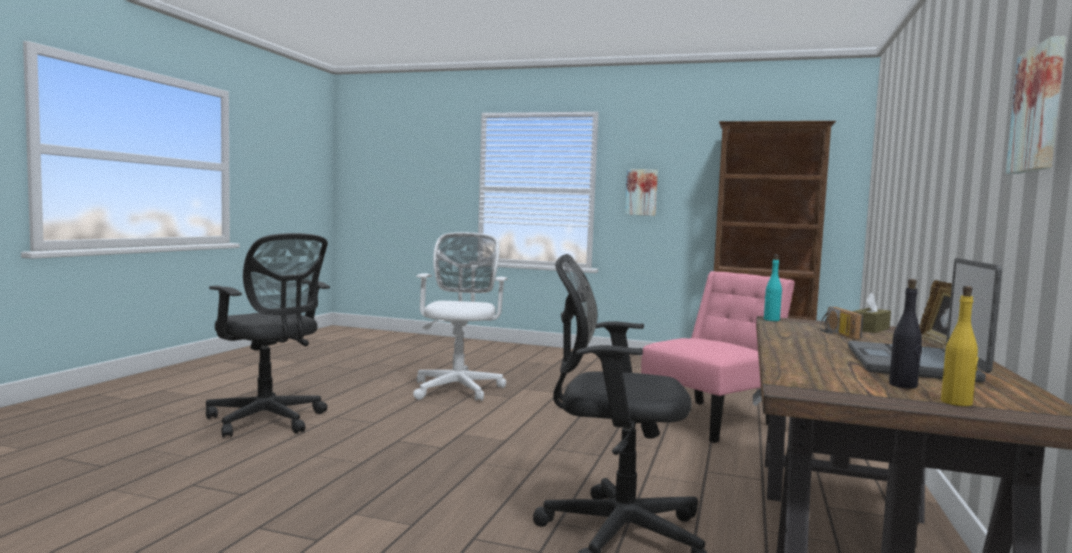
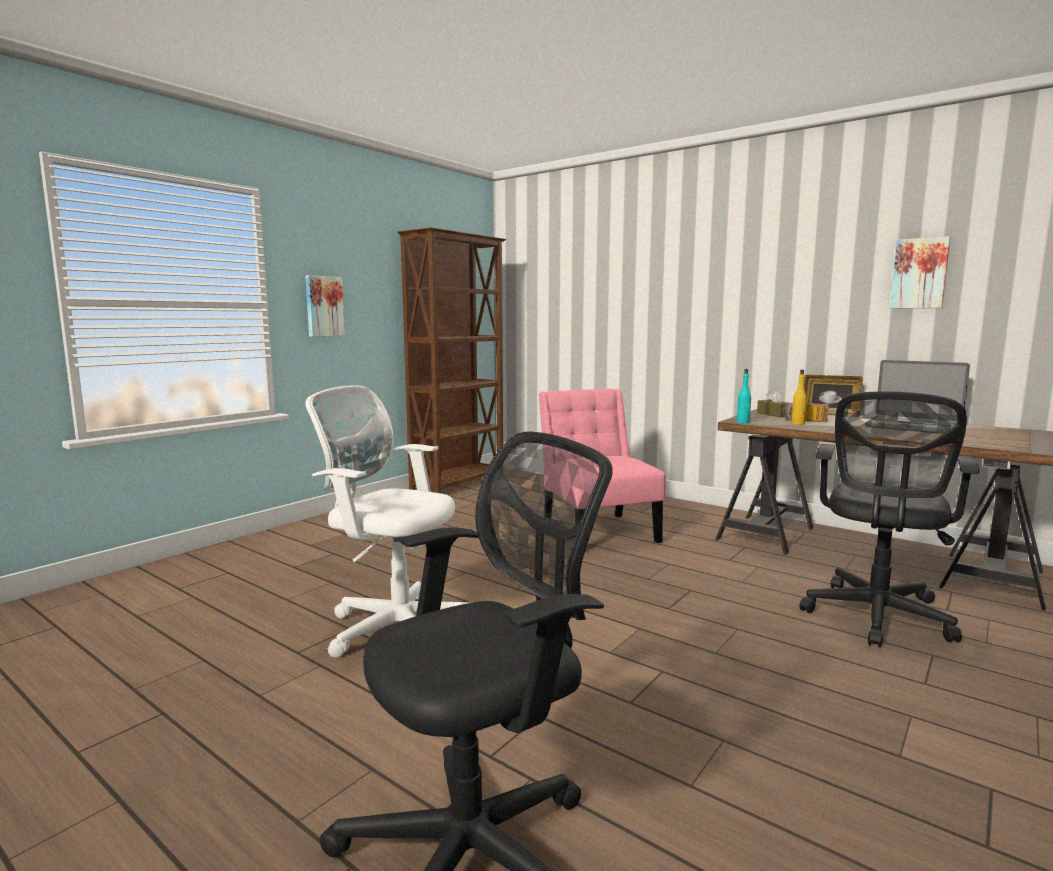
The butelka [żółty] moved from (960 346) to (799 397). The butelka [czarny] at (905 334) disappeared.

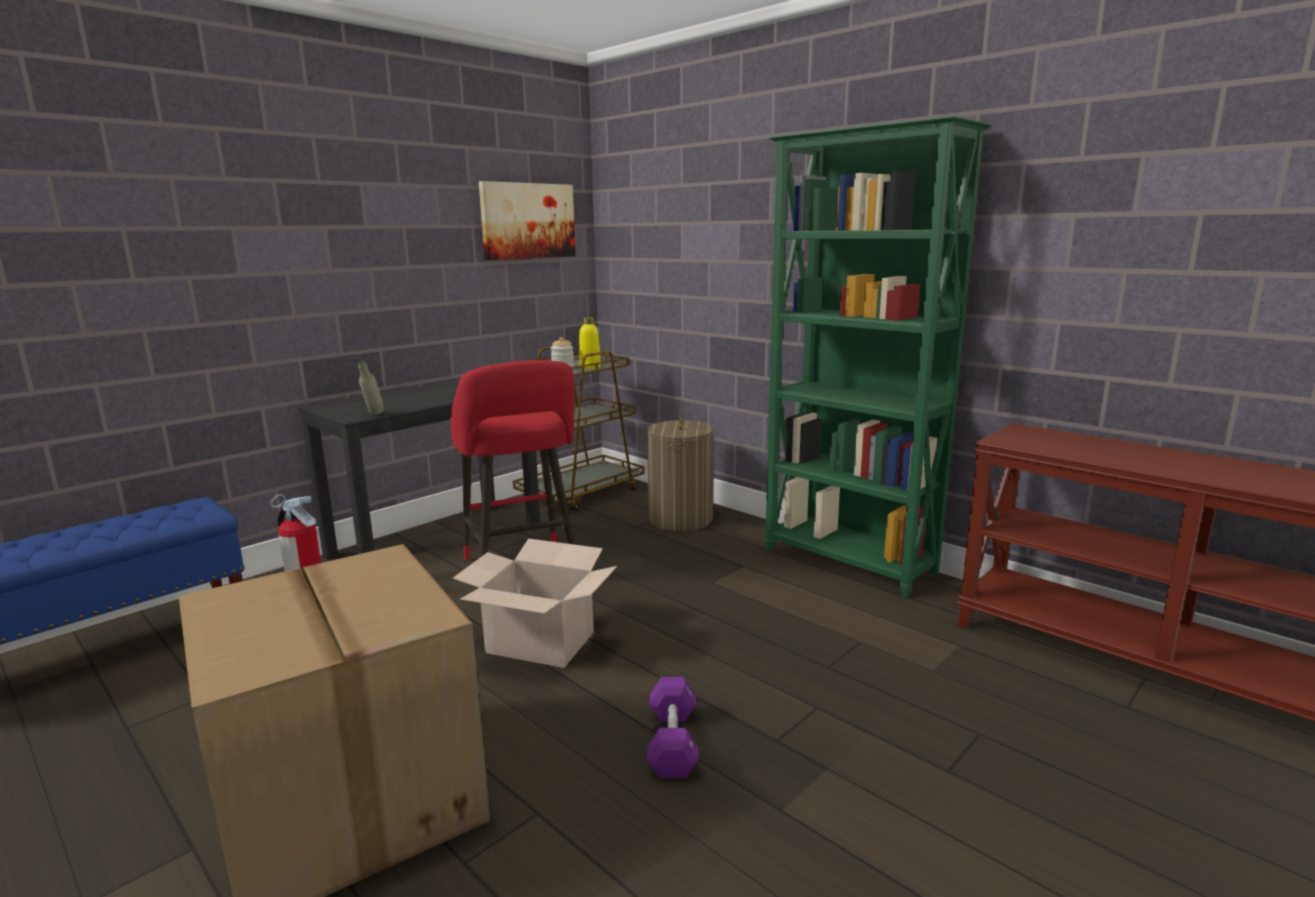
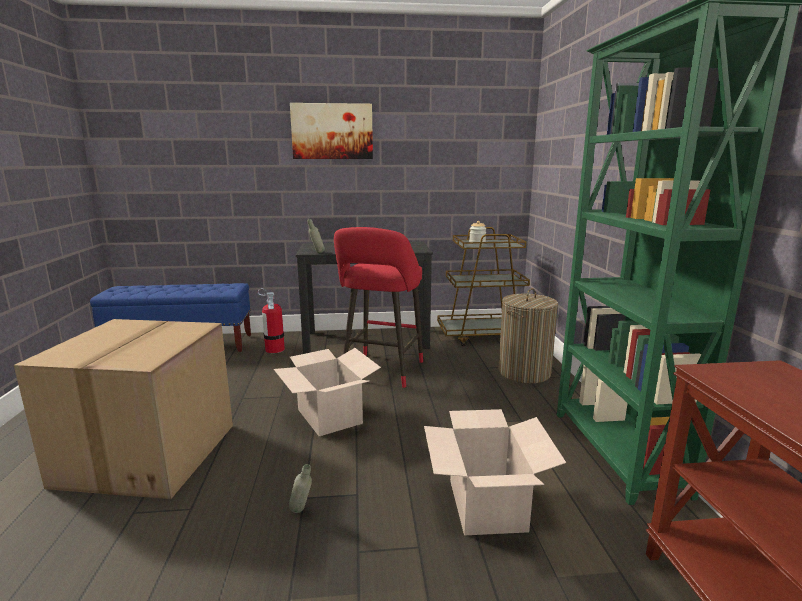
The hantel [fioletowy] at (673 727) was replaced by the butelka [szary] at (300 488). The obraz moved from (527 220) to (331 131). The karton at (495 472) appeared. The butelka [żółty] at (590 343) disappeared.

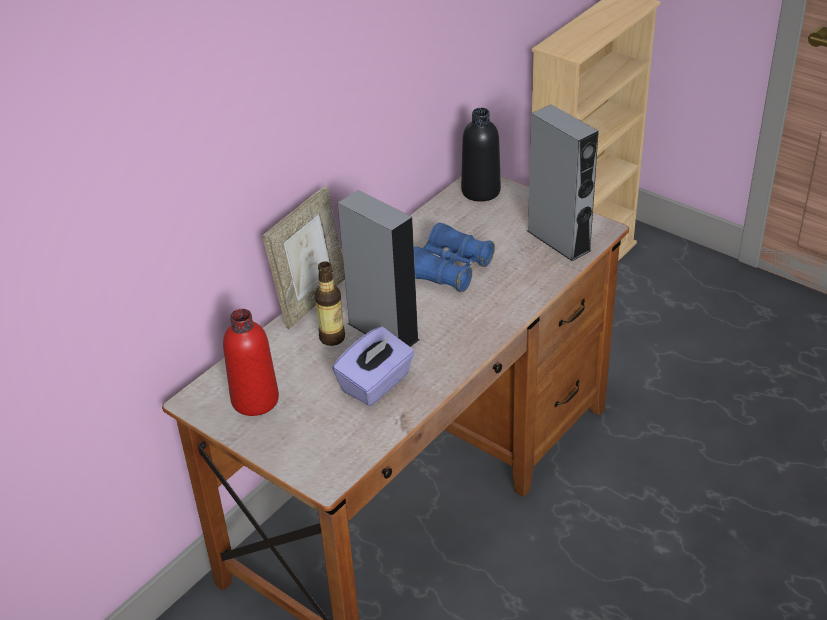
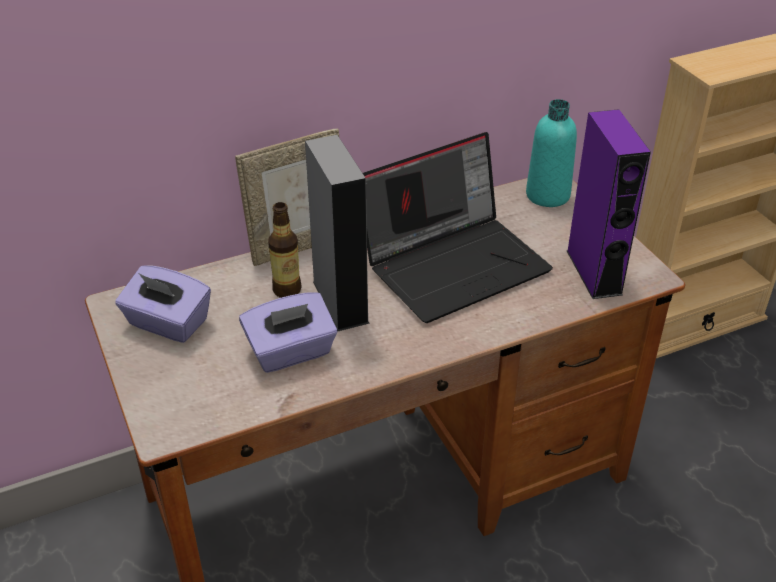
The butelka [czerwony] at (251 362) was replaced by the pudełko chusteczek [fioletowy] at (163 304). The lornetka [niebieski] at (454 257) was replaced by the laptop at (458 227). The butelka [czarny] at (481 155) became the butelka [turkusowy] at (551 153). The głośnik [szary] at (563 182) became the głośnik [fioletowy] at (609 204).

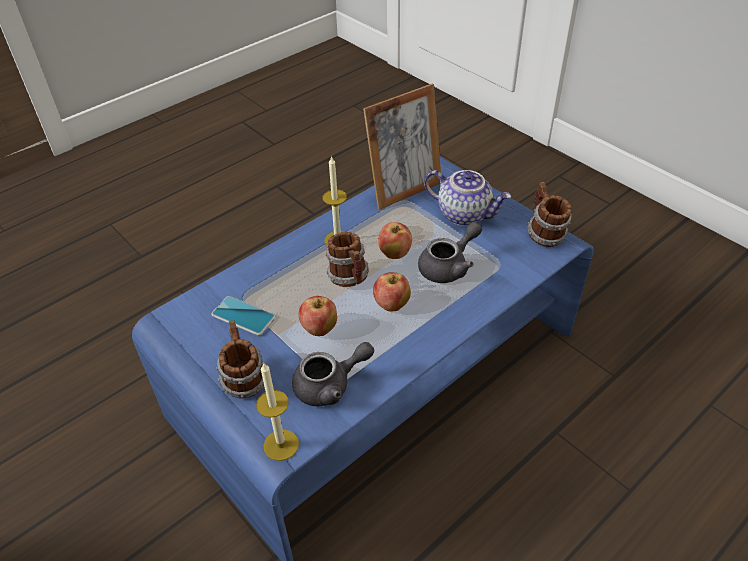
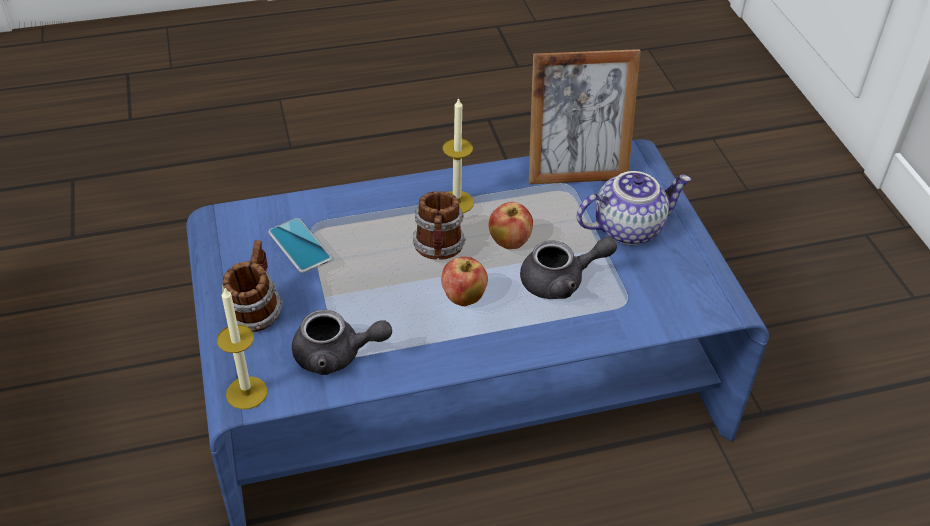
The imbryk at (467 198) turned 75 degrees counterclockwise. The jabłko at (318 316) disappeared. The kubek at (549 214) disappeared.

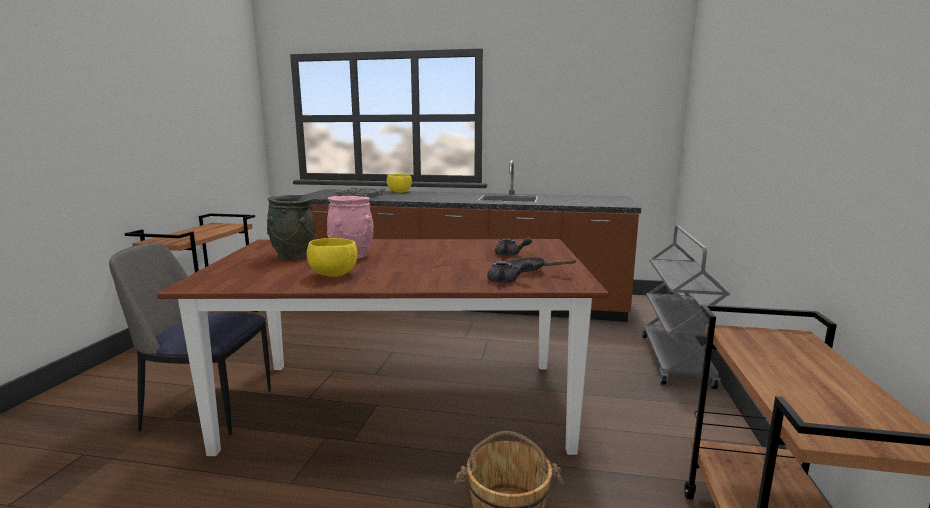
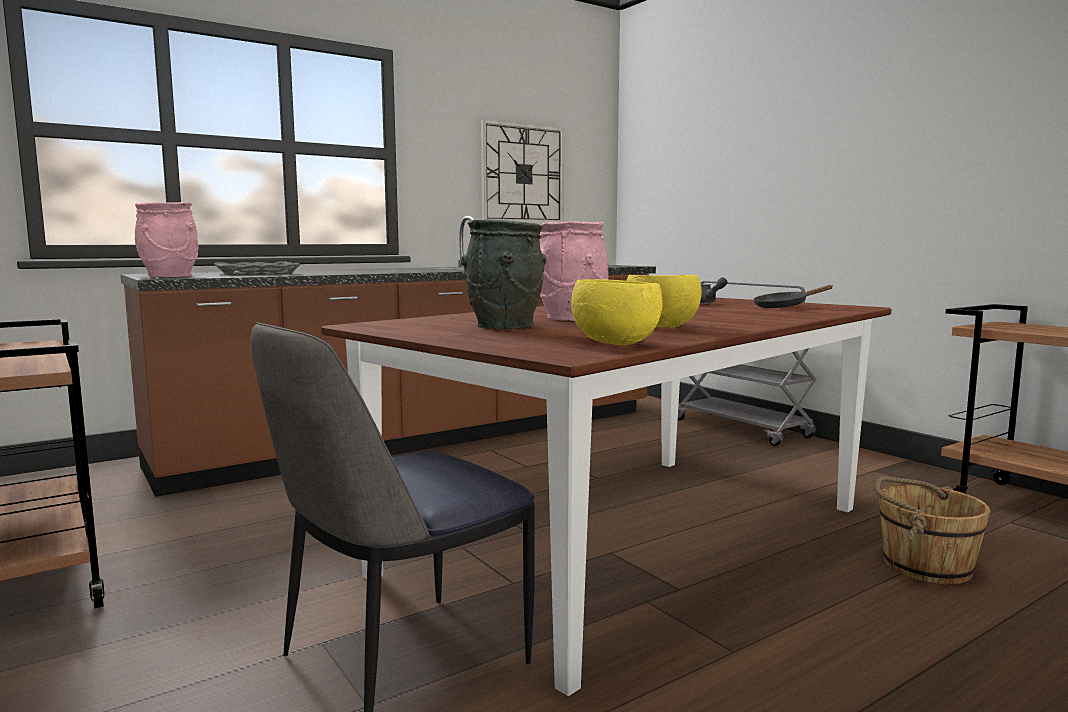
The wazon [różowy] at (167 239) appeared. The zegar ścienny at (522 171) appeared. The miska [żółty] moved from (399 183) to (616 312). The imbryk [szary] at (510 271) disappeared.

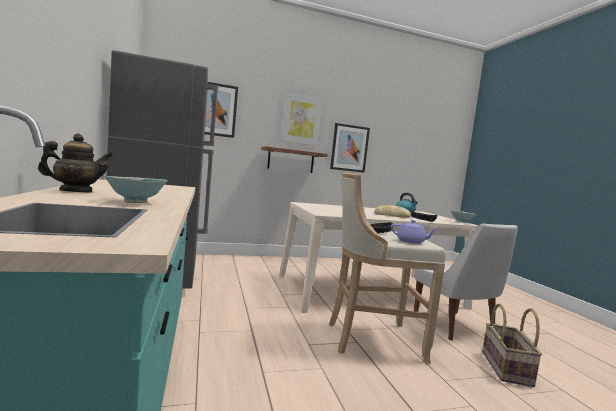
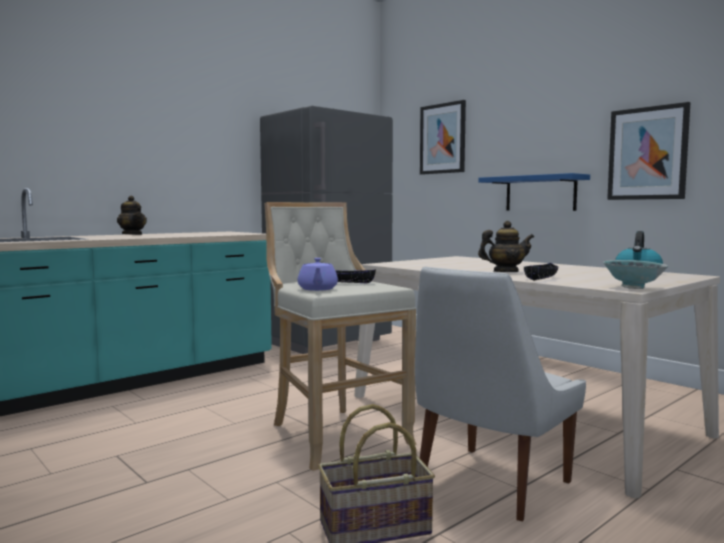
The półka [brązowy] at (294 159) became the półka [niebieski] at (534 192). The chleb at (392 211) was replaced by the imbryk at (506 246). The miska at (136 189) disappeared. The obraz at (302 119) disappeared.

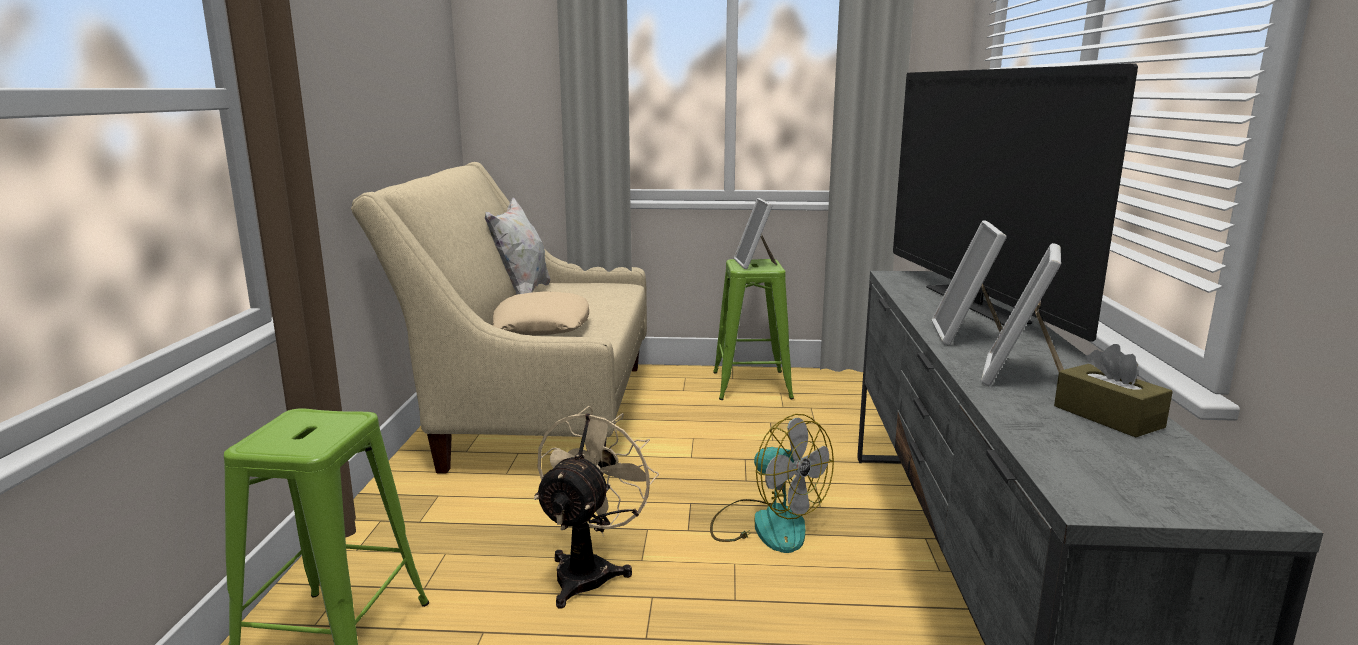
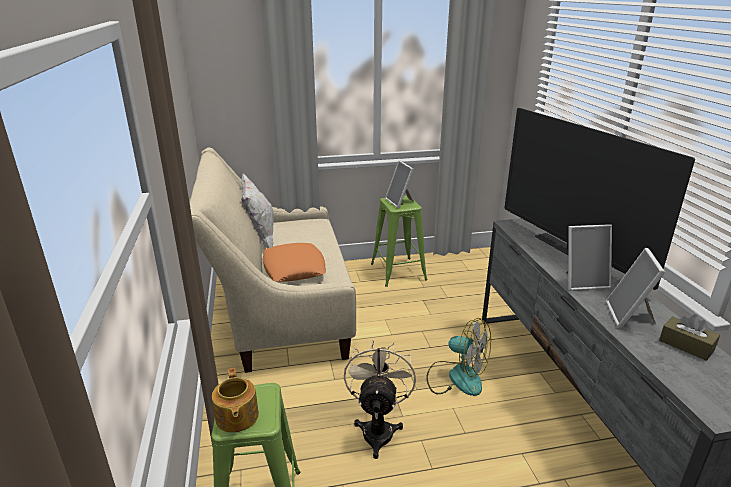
The imbryk at (235 400) appeared. The poduszka [beżowy] at (540 313) became the poduszka [pomarańczowy] at (294 262). The ramka na zdjęcie at (969 283) turned 90 degrees counterclockwise.

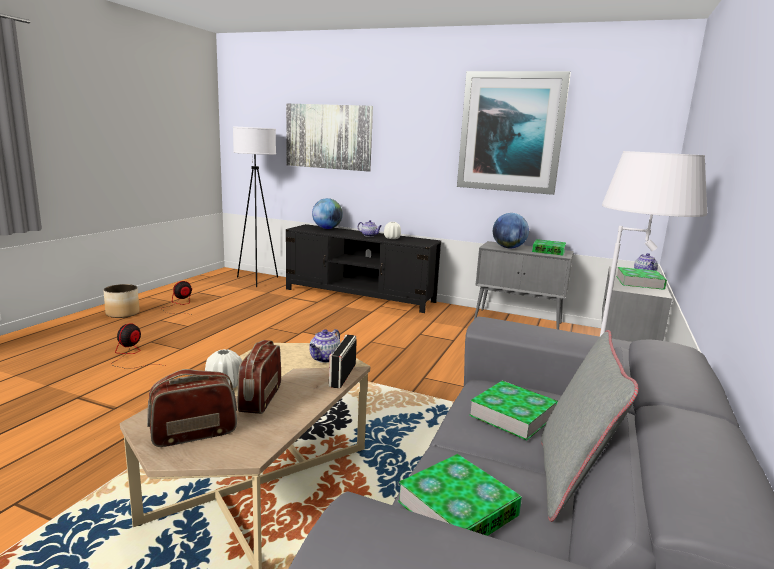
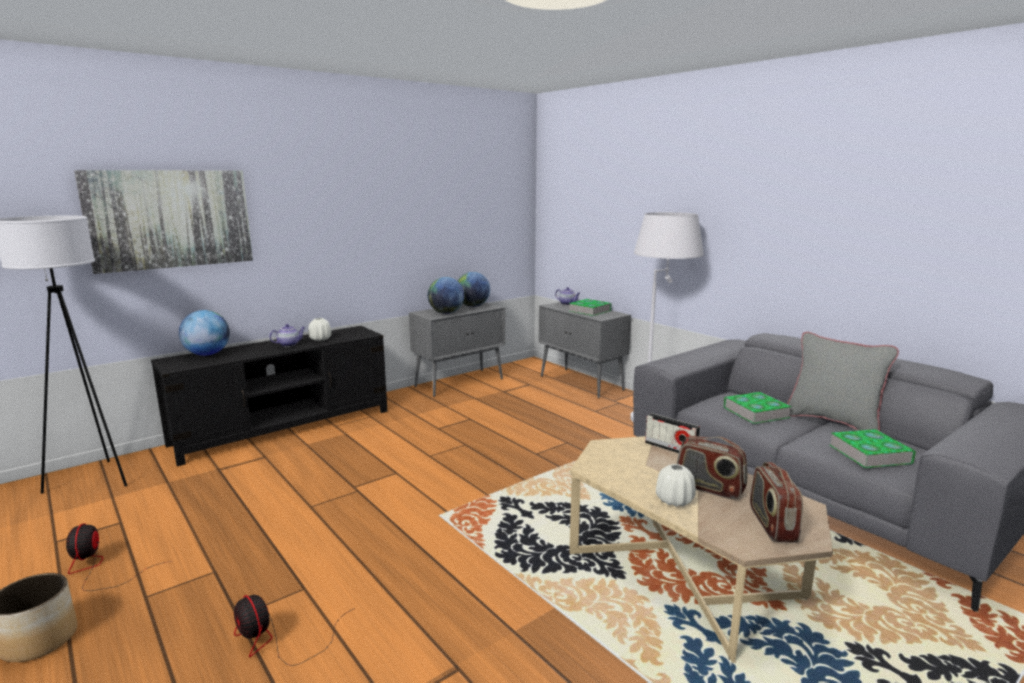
The książka at (549 247) was replaced by the globus at (474 289). The imbryk at (324 346) disappeared. The obraz at (514 133) disappeared.

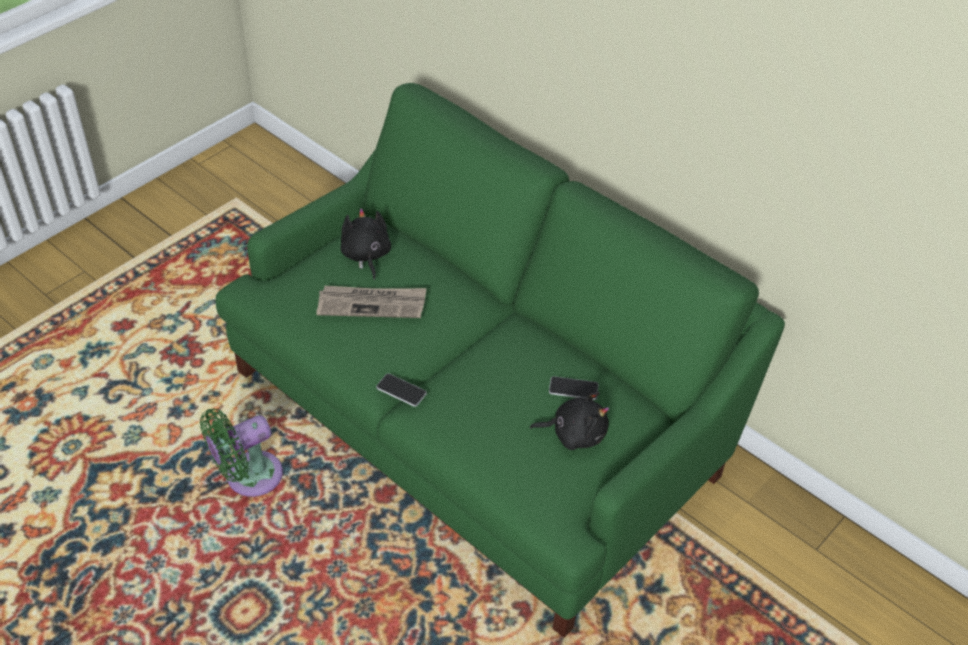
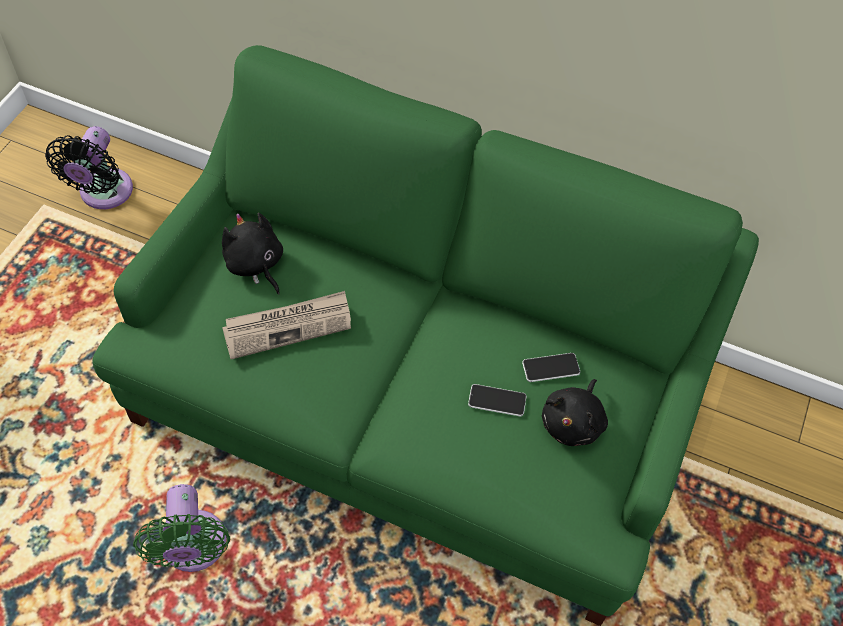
The wentylator [czarny] at (89 167) appeared. The wentylator [zielony] at (241 453) turned 45 degrees counterclockwise. The telefon moved from (401 390) to (497 400). The pluszak [czarny] at (569 421) turned 135 degrees clockwise.

